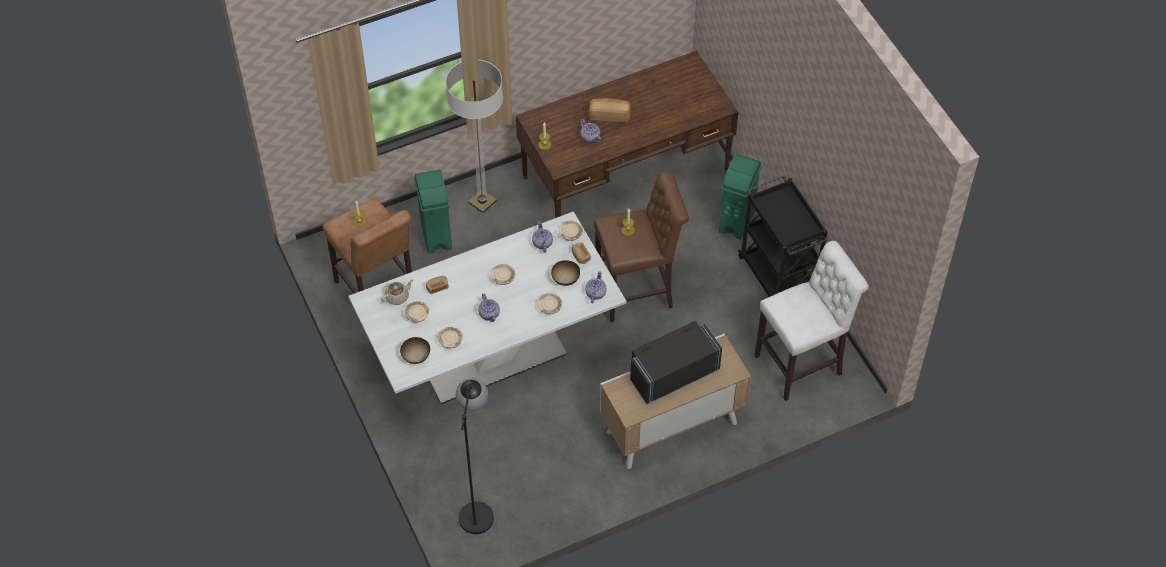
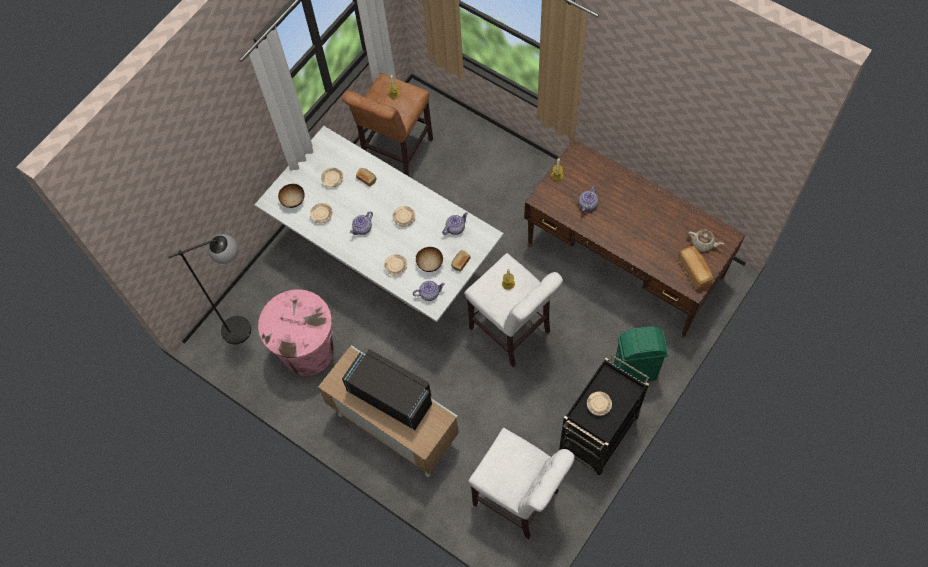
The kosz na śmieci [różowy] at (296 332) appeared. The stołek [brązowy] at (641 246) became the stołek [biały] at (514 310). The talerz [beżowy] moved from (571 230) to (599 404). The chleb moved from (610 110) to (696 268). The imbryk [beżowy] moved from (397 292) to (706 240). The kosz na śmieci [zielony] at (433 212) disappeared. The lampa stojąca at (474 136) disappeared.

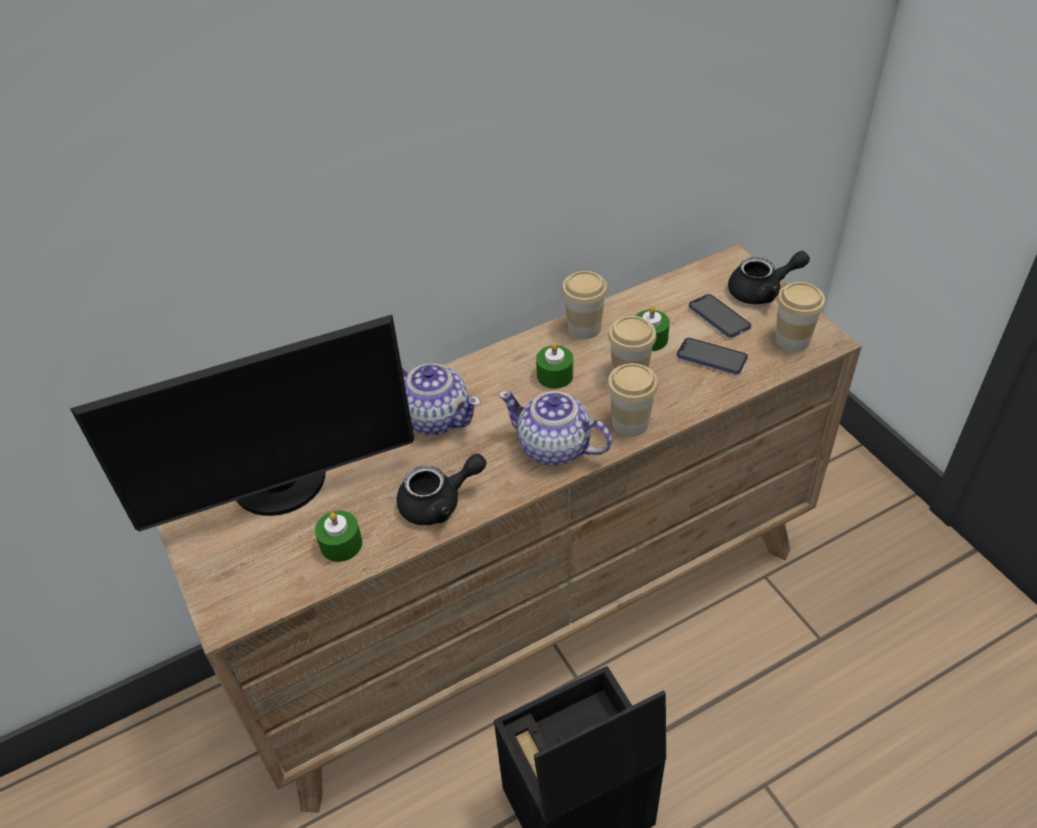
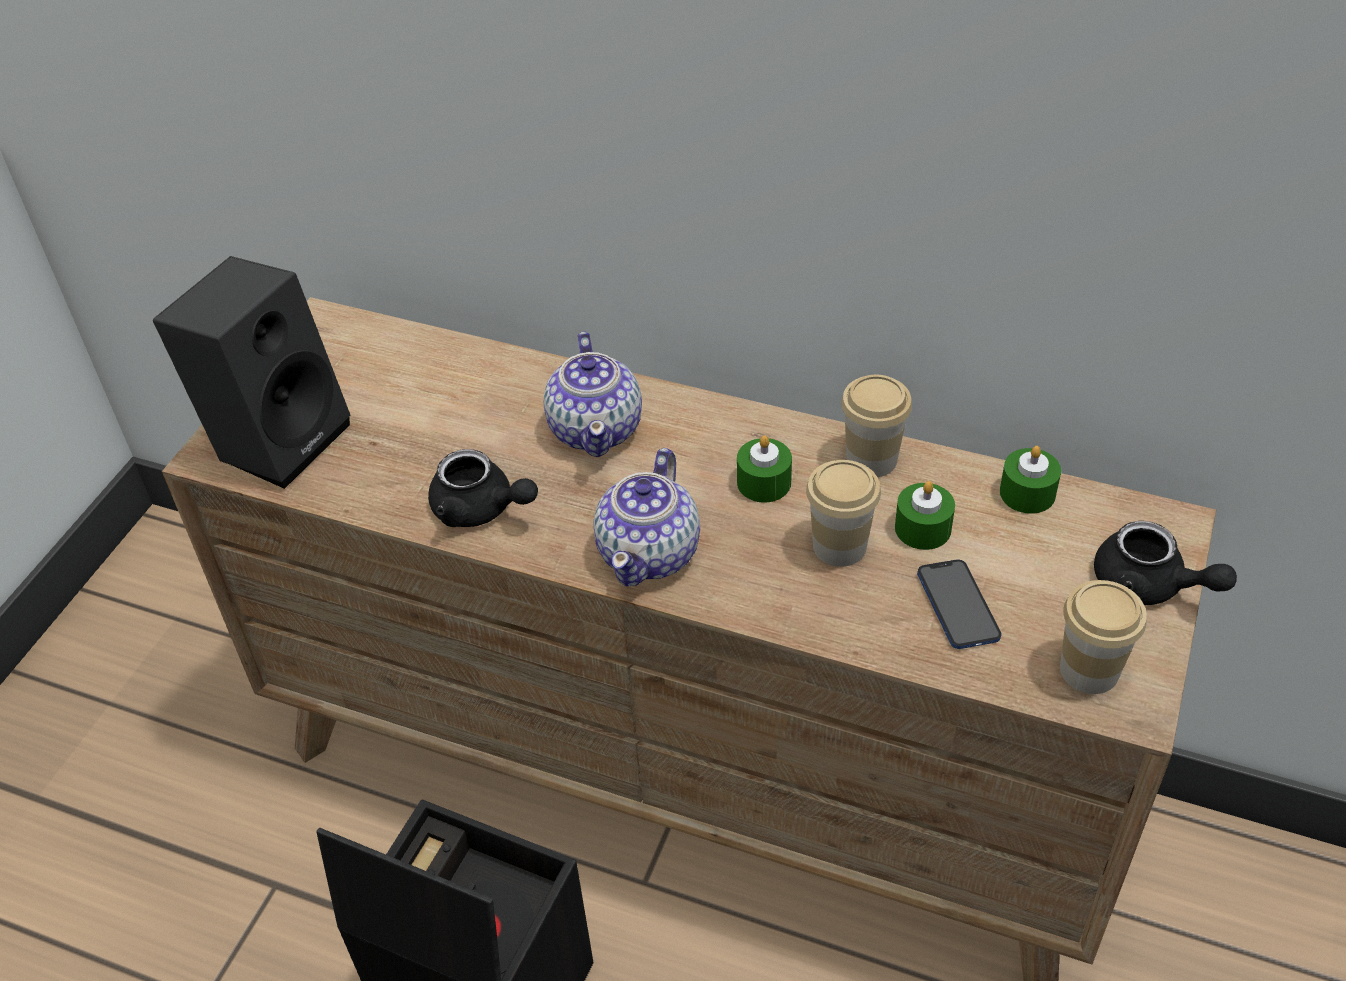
The głośnik [czarny] at (251 372) appeared. The imbryk at (555 428) turned 150 degrees counterclockwise. The świeca [zielony] moved from (338 536) to (1030 480). The monitor at (242 423) disappeared. The filiżanka at (632 400) disappeared. The telefon at (720 316) disappeared.

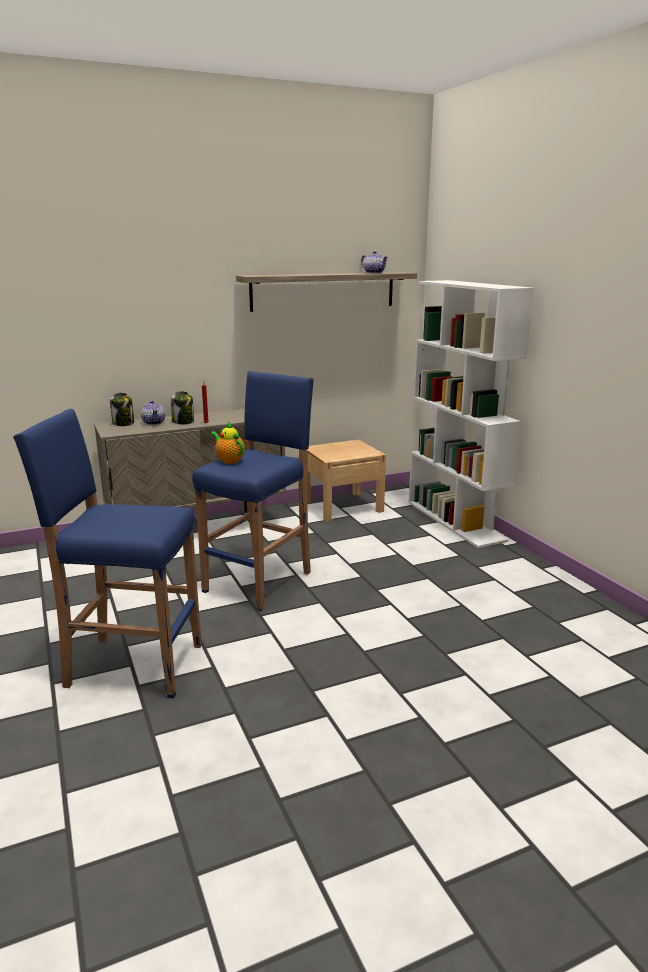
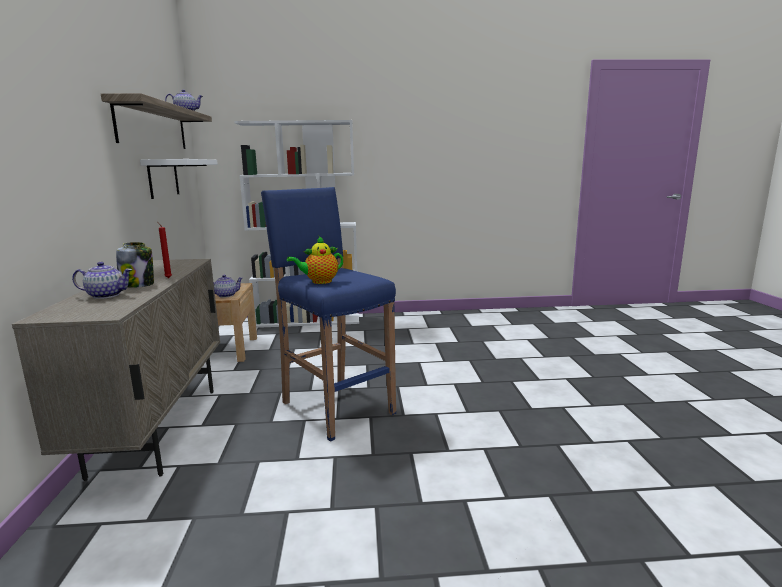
The półka [biały] at (179 179) appeared. The imbryk at (228 286) appeared. The stołek [niebieski] at (107 553) disappeared. The słoik at (122 409) disappeared.

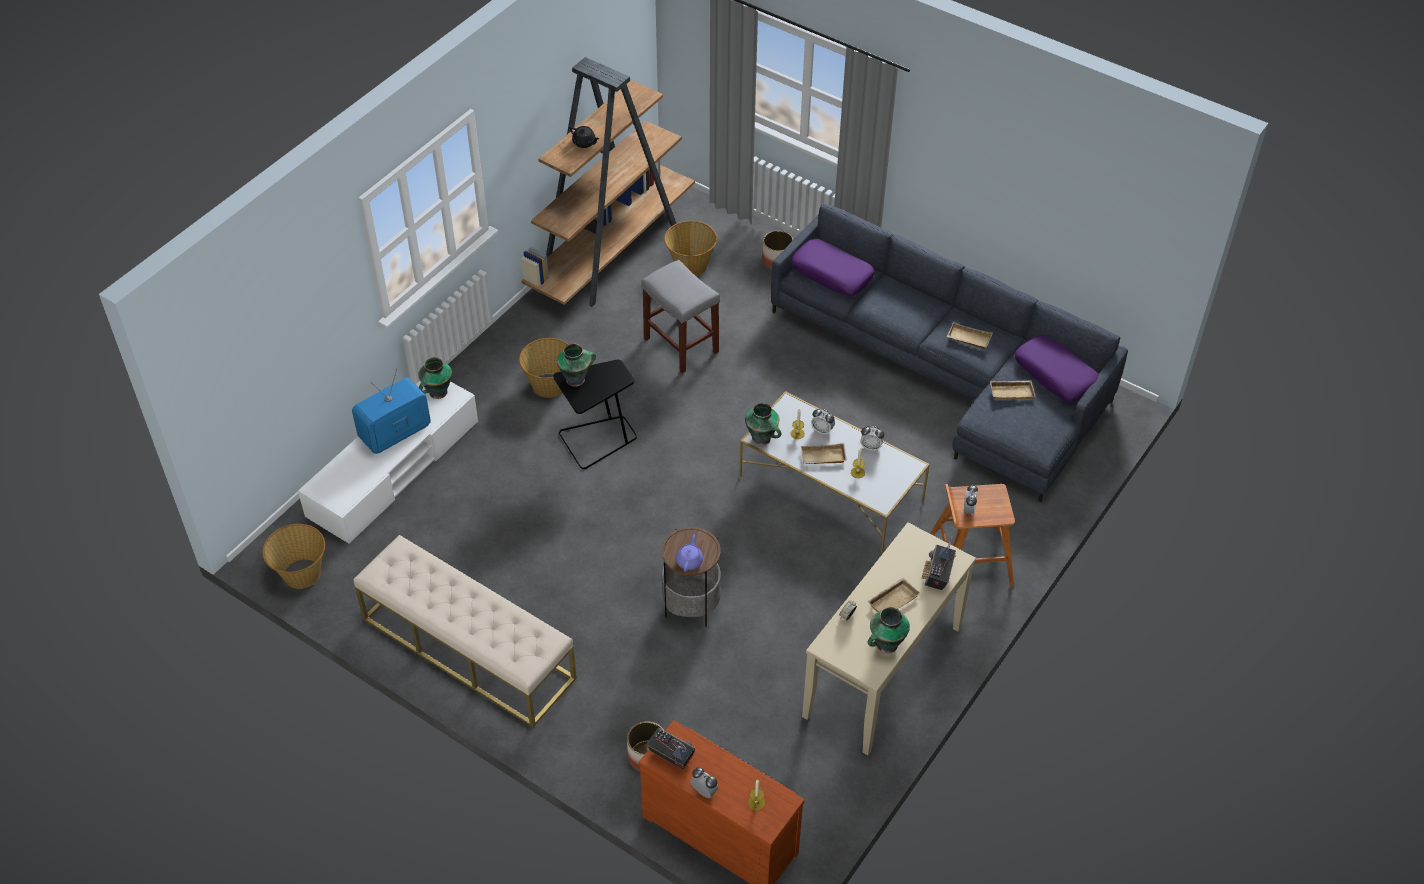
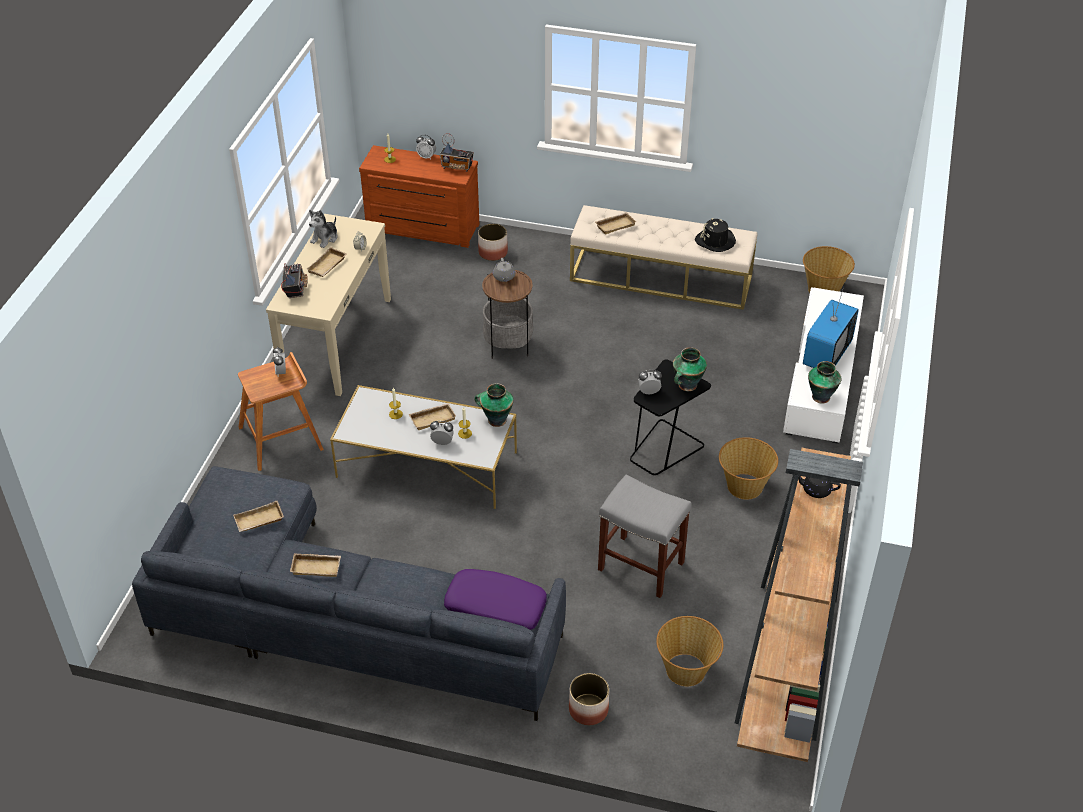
The wazon at (889 630) was replaced by the pluszak at (323 229). The imbryk [fioletowy] at (689 553) became the imbryk [szary] at (504 270). The taca [beżowy] at (615 223) appeared. The budzik moved from (872 438) to (650 382). The kapelusz [czarny] at (715 235) appeared. The poduszka [fioletowy] at (1056 368) disappeared.

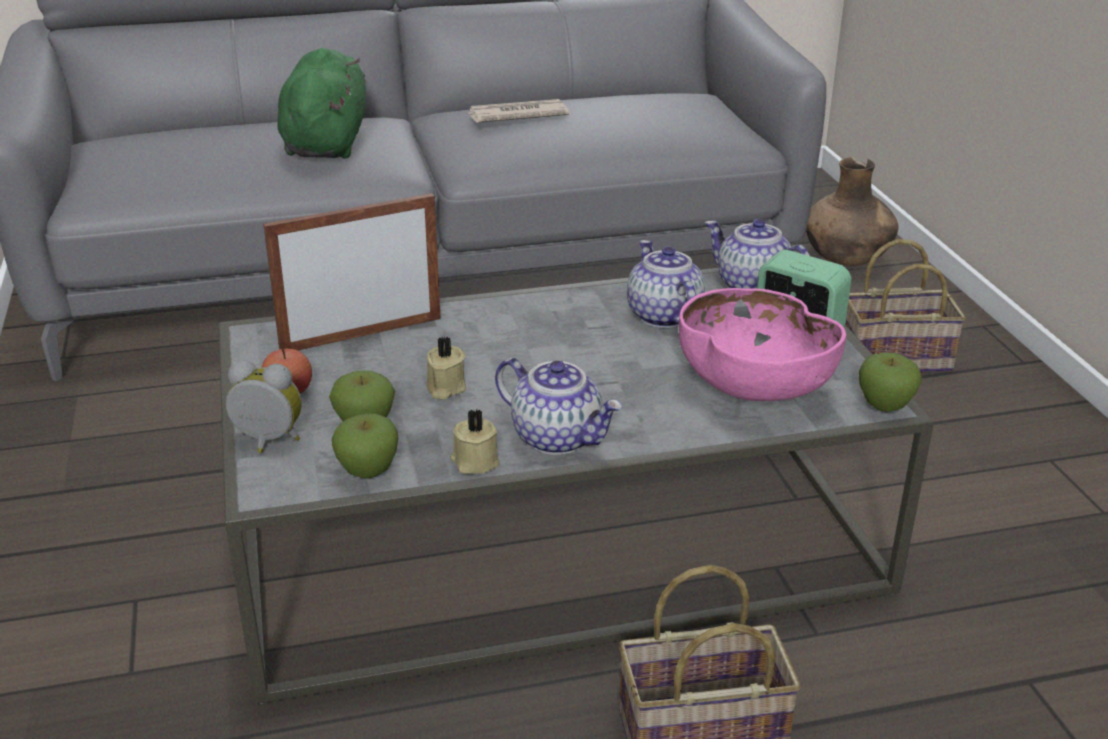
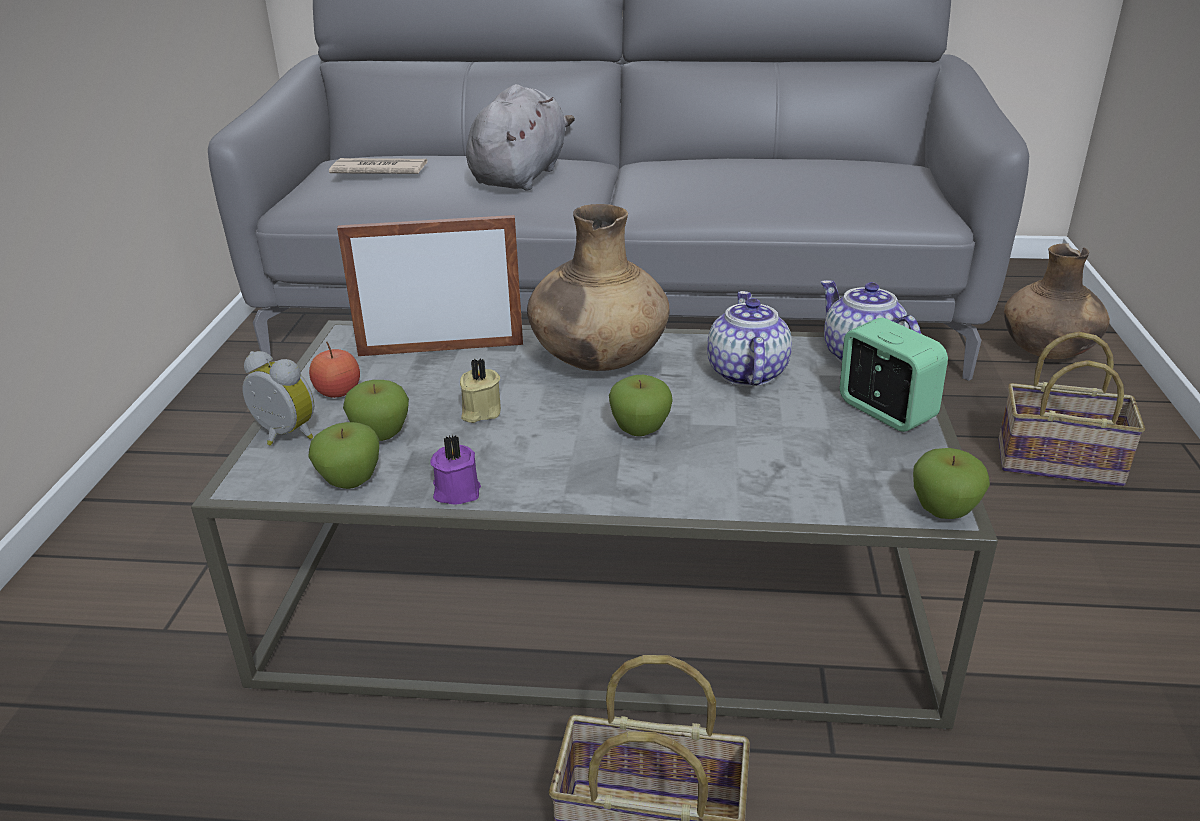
The gazeta moved from (518 111) to (378 166). The świeca [beżowy] at (475 441) became the świeca [fioletowy] at (455 470). The pluszak [zielony] at (321 103) became the pluszak [szary] at (520 137). The wazon [brązowy] at (598 287) appeared. The jabłko at (641 405) appeared. The imbryk at (559 406) disappeared. The miska [różowy] at (762 344) disappeared.

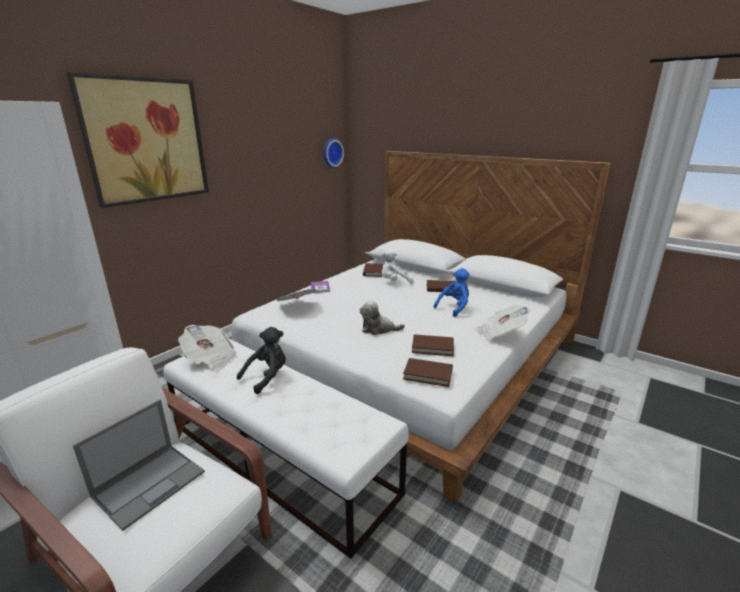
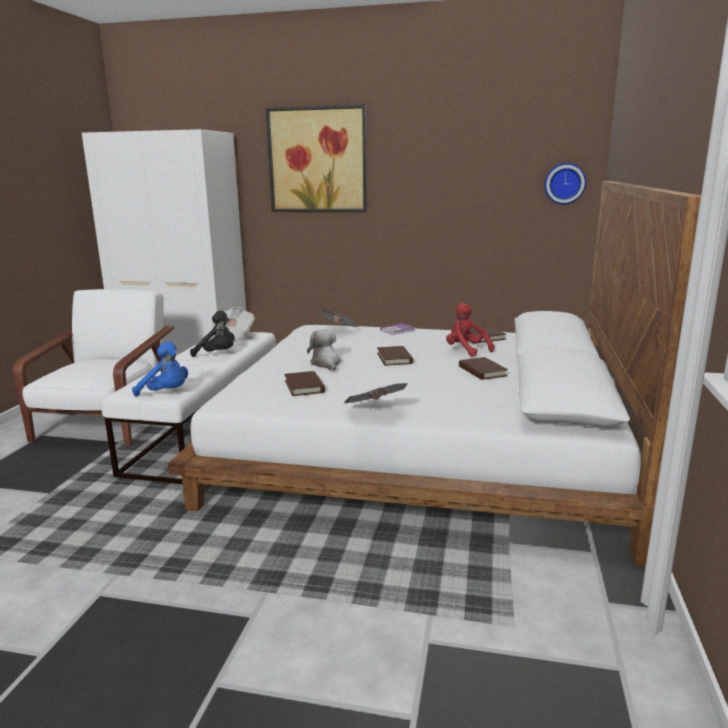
The pluszak [niebieski] moved from (452 292) to (160 369). The książka [brązowy] moved from (428 372) to (395 356). The pluszak [biały] at (398 266) became the pluszak [czerwony] at (470 330). The laptop at (139 465) disappeared.

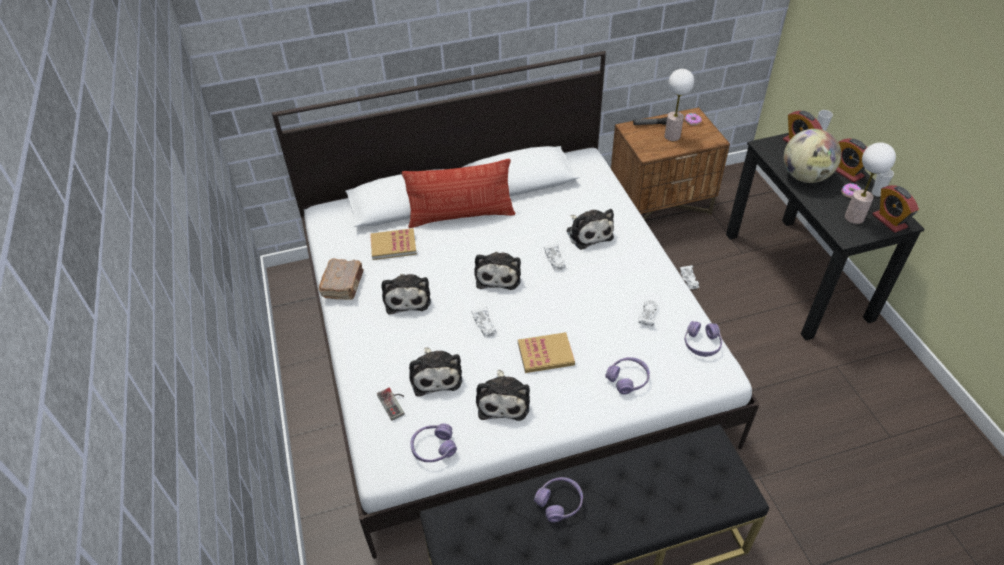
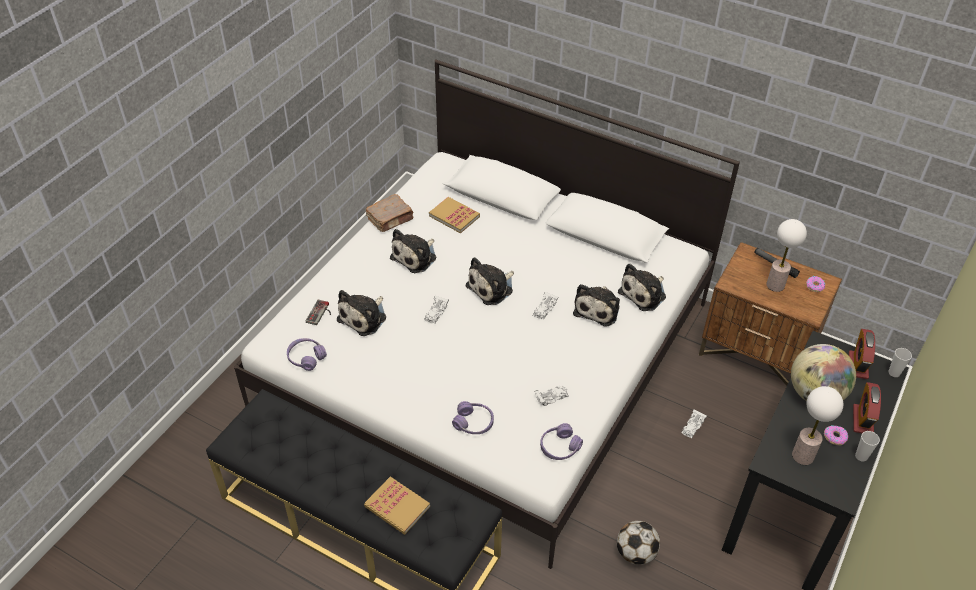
The książka moved from (546 352) to (397 505). The piłka futbolowa at (638 543) appeared. The pluszak moved from (503 395) to (642 287). The poduszka at (458 193) disappeared. The słuchawki [fioletowy] at (558 499) disappeared. The budzik at (895 209) disappeared.

